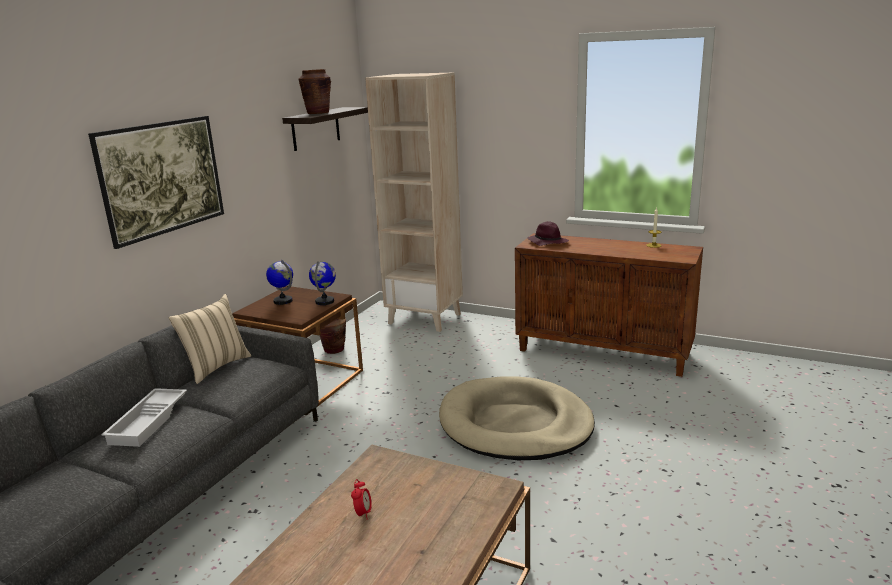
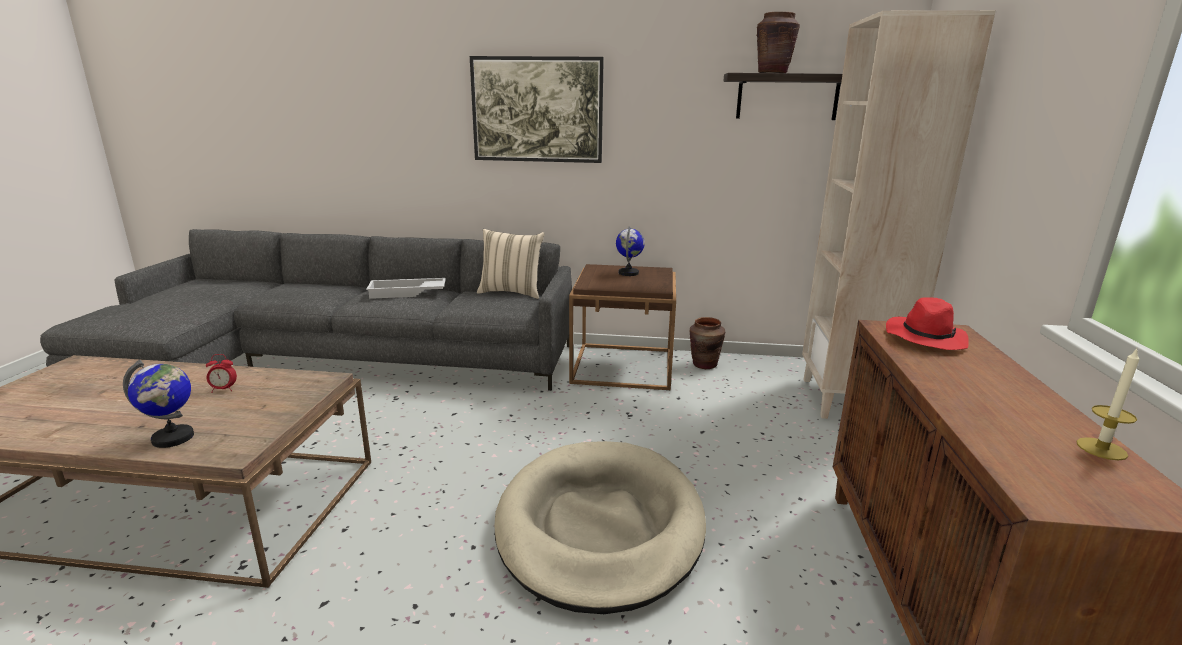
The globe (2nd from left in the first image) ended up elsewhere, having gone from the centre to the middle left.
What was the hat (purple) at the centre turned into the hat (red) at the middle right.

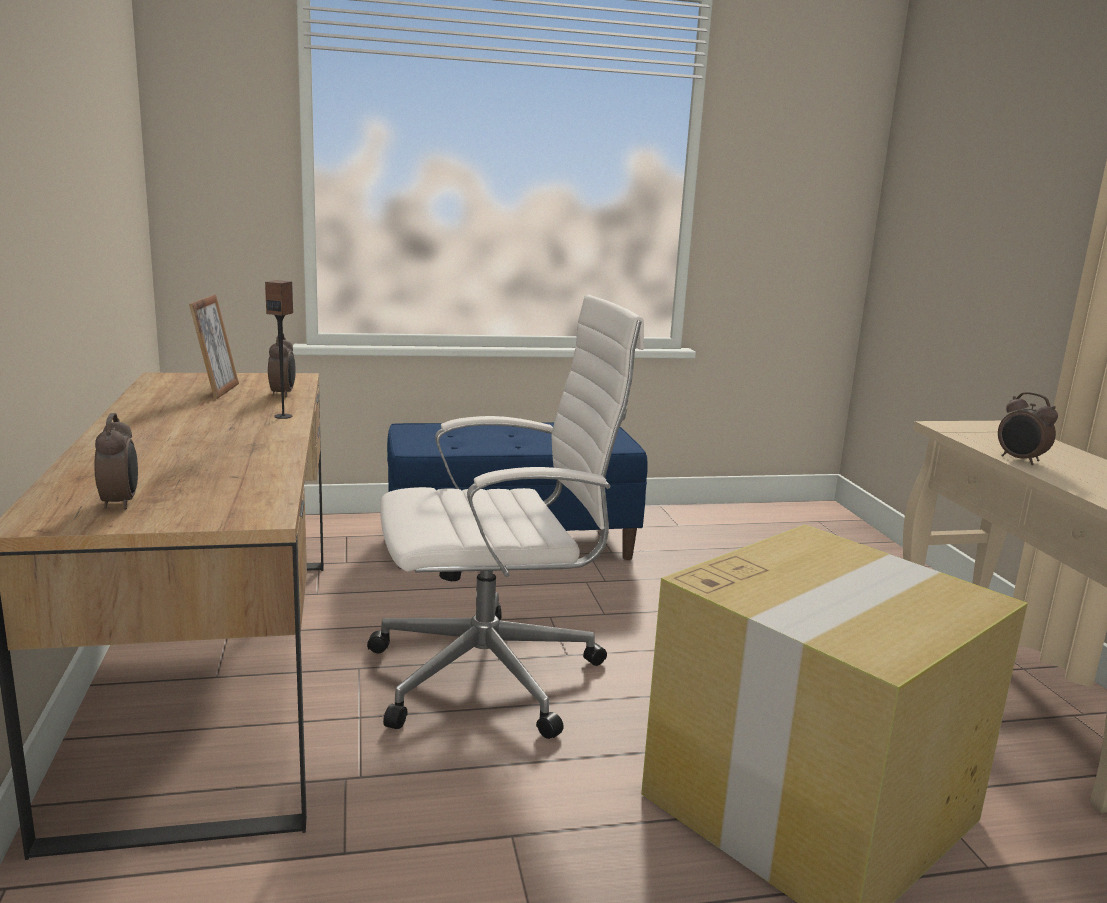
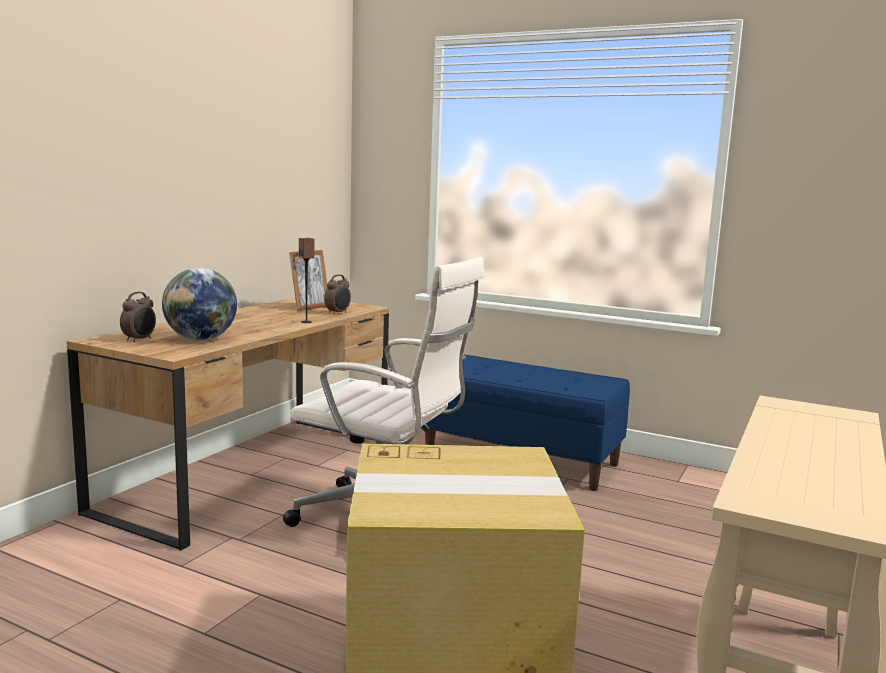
The second view gained the globe at the middle left.
The second view lost the alarm clock (3rd from left) at the middle right.

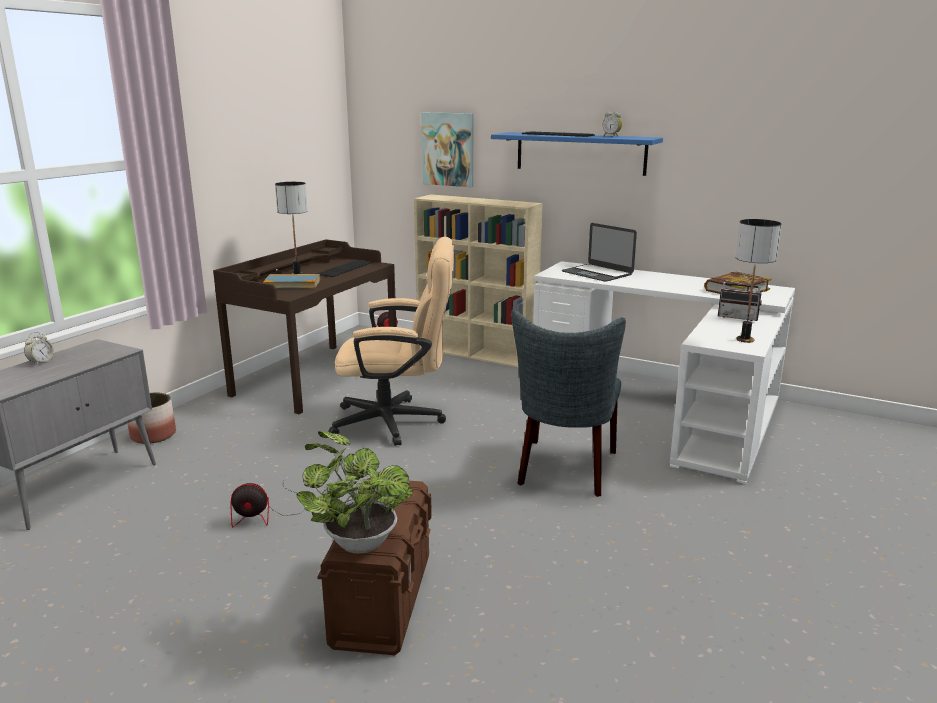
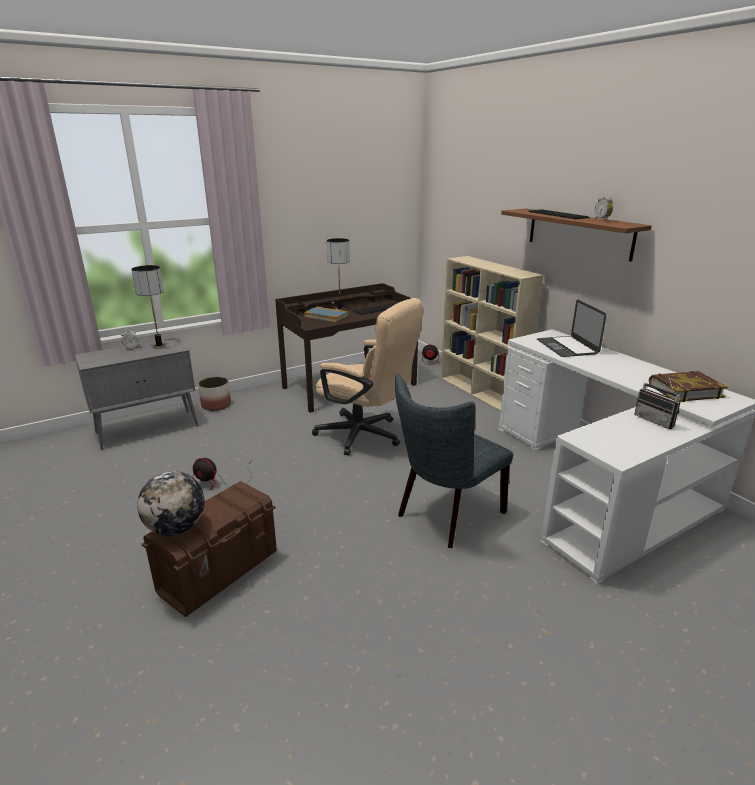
The table lamp (2nd from left in the first image) ended up elsewhere, having gone from the middle right to the middle left.
Where the potted plant stood at the bottom centre, the globe came to stand at the middle left.
What was the shelf (blue) at the top centre turned into the shelf (brown) at the top right.
The second view lost the picture at the top centre.

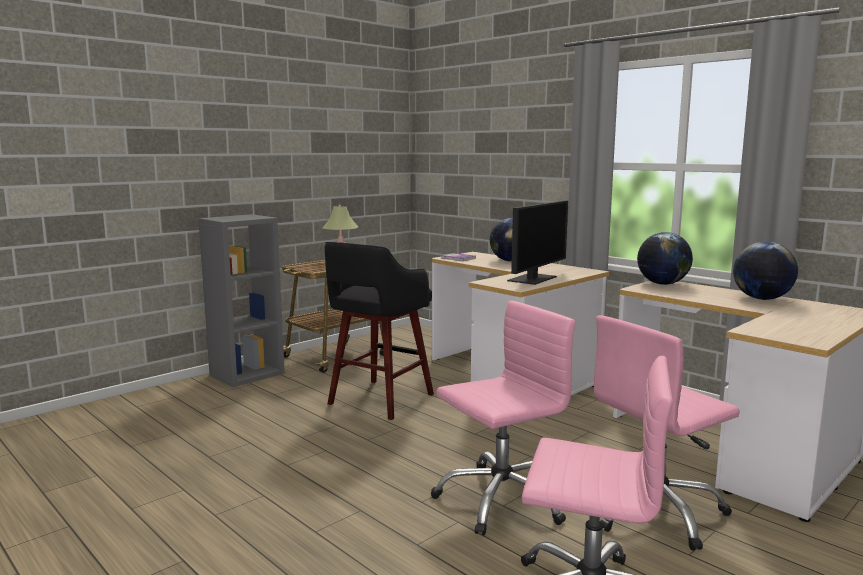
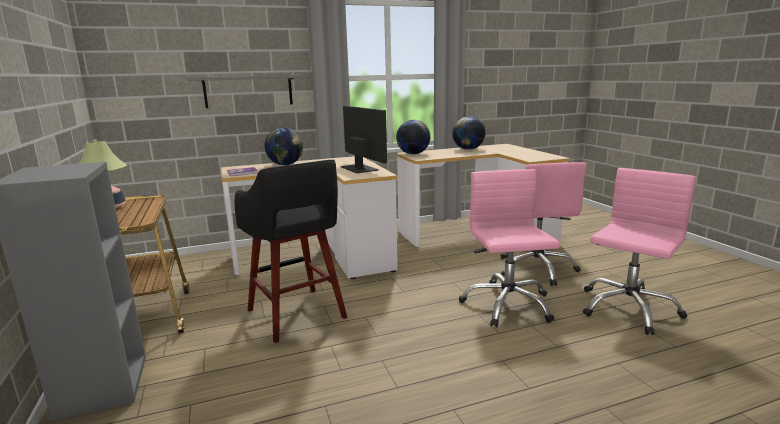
The second view gained the shelf (grey) at the top left.

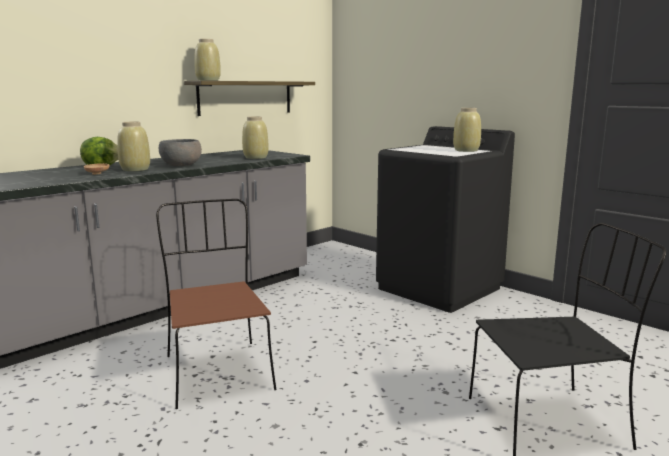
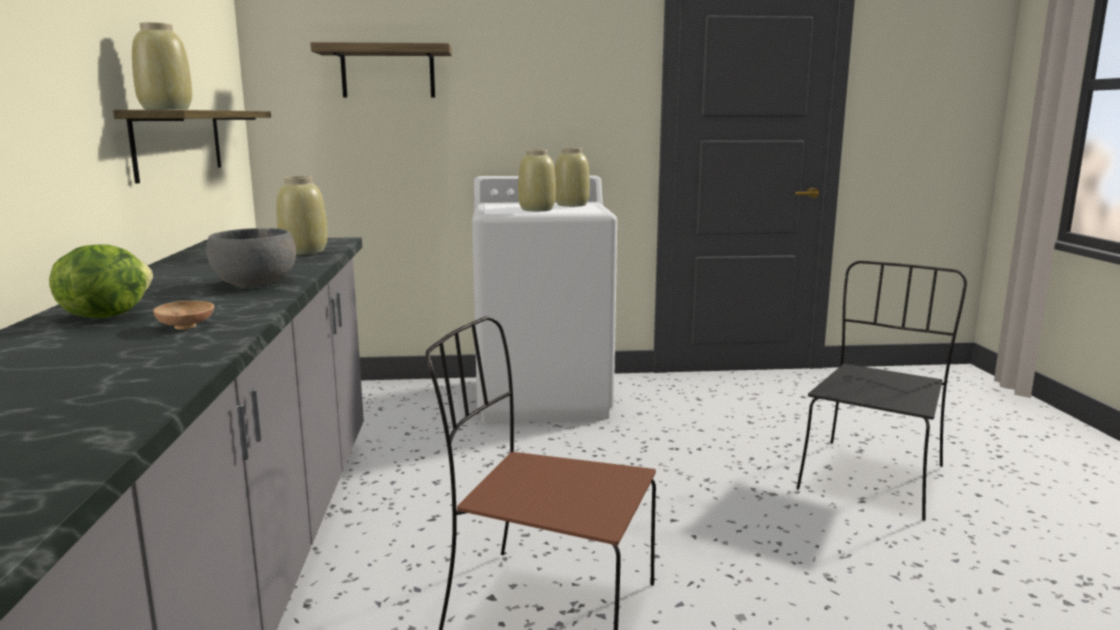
The second view gained the shelf (2nd from left) at the top centre.
What was the washing machine (black) at the centre turned into the washing machine (white) at the centre.
The vase (beige) (1st from left in the first image) ended up elsewhere, having gone from the top left to the top centre.

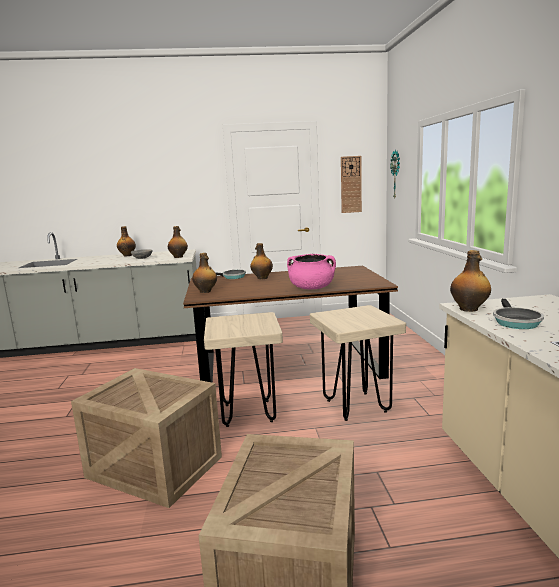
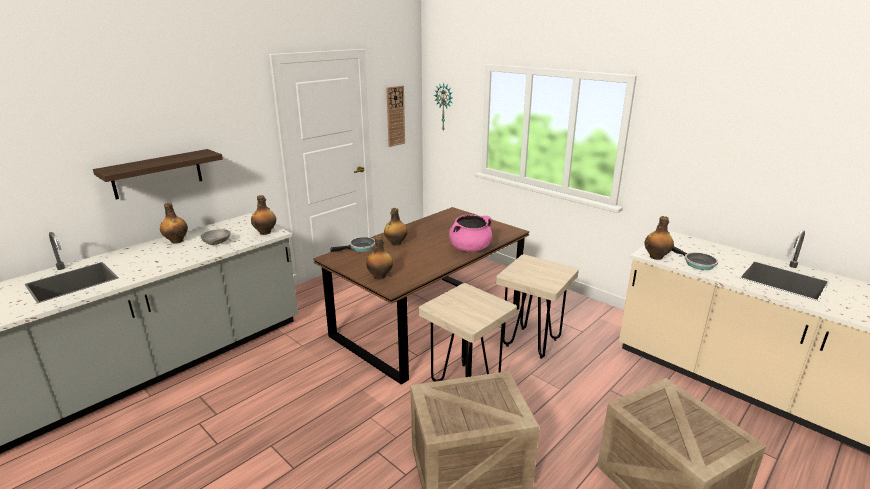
The second view gained the shelf at the middle left.

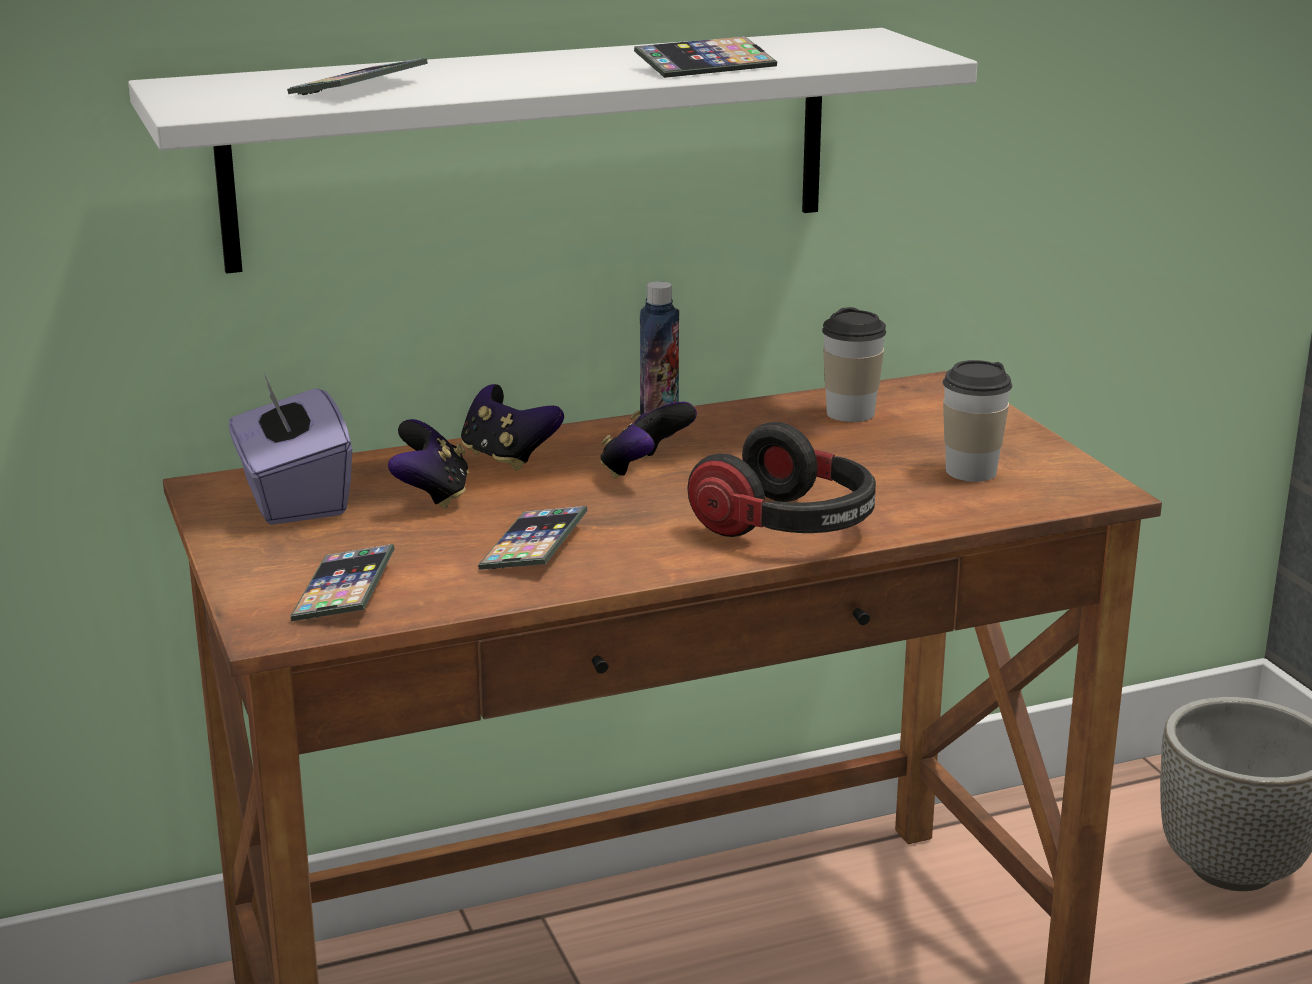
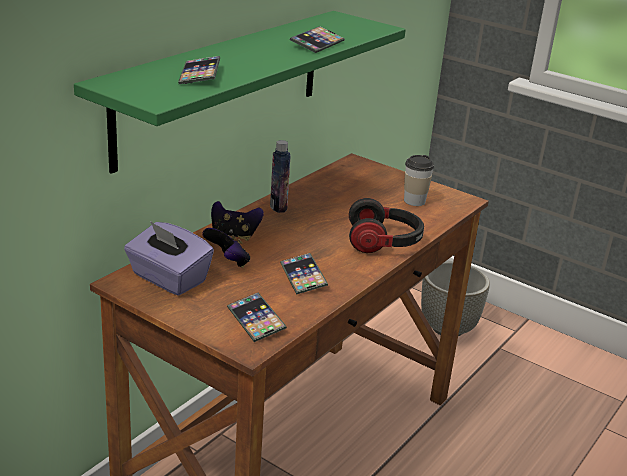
What was the shelf (white) at the top centre turned into the shelf (green) at the top centre.
The second view lost the game controller (3rd from left) at the centre.
The second view lost the cup (1st from left) at the centre.

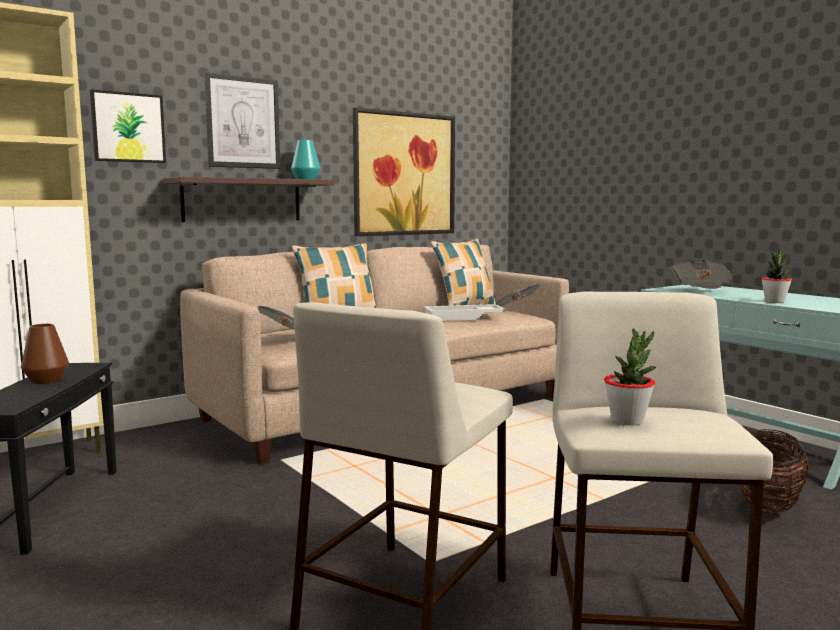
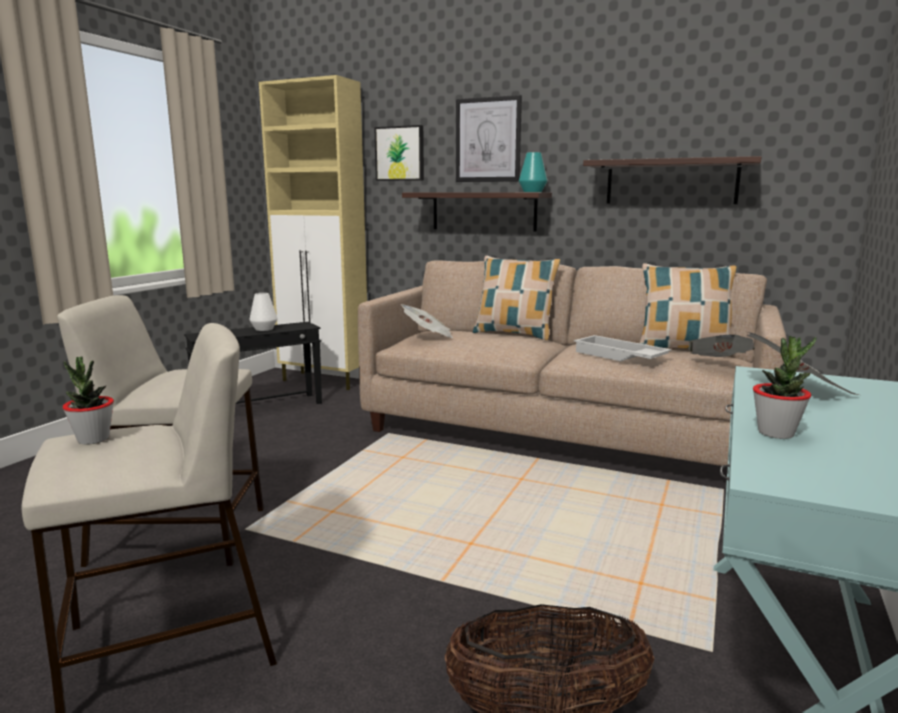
What was the vase (brown) at the middle left turned into the vase (white) at the middle left.
Where the picture (3rd from left) hung at the top centre, the shelf (2nd from left) came to hang at the top right.

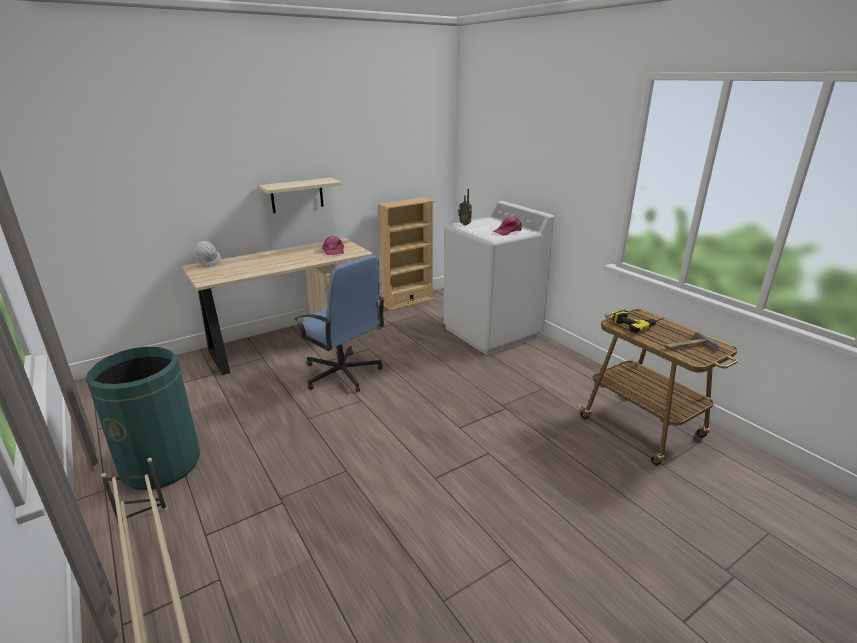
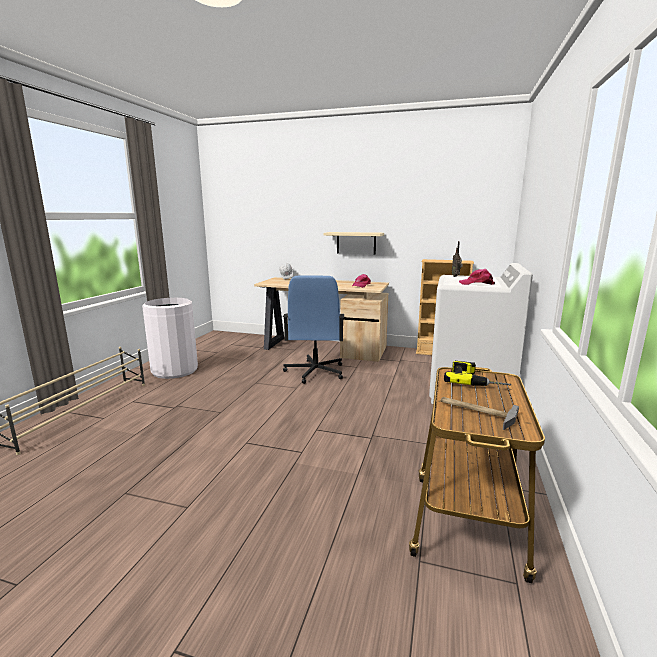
What was the trash can (green) at the middle left turned into the trash can (white) at the middle left.

